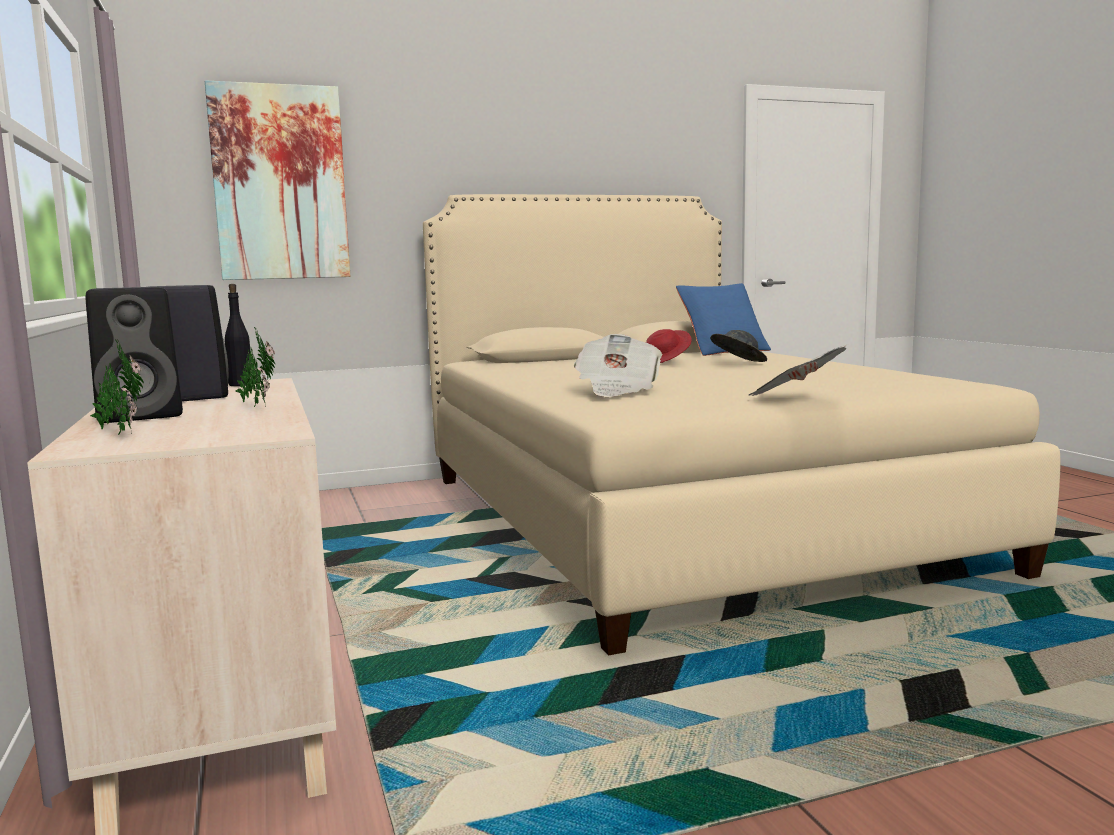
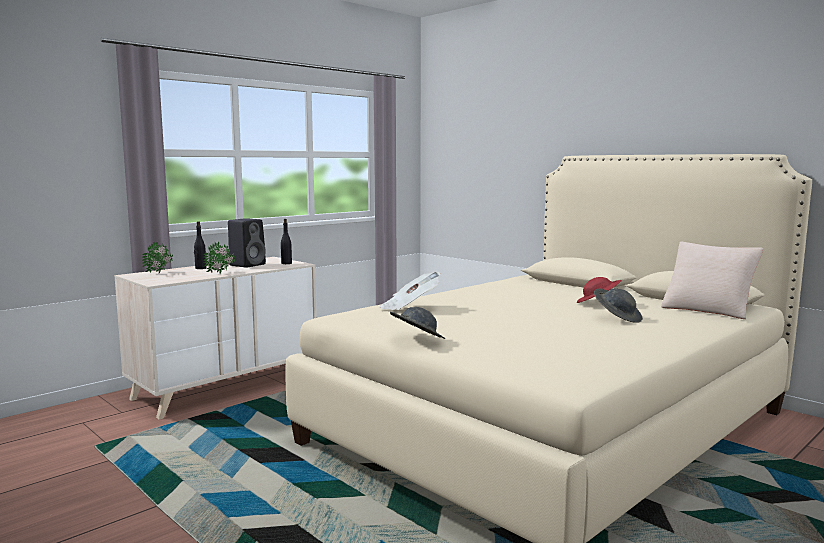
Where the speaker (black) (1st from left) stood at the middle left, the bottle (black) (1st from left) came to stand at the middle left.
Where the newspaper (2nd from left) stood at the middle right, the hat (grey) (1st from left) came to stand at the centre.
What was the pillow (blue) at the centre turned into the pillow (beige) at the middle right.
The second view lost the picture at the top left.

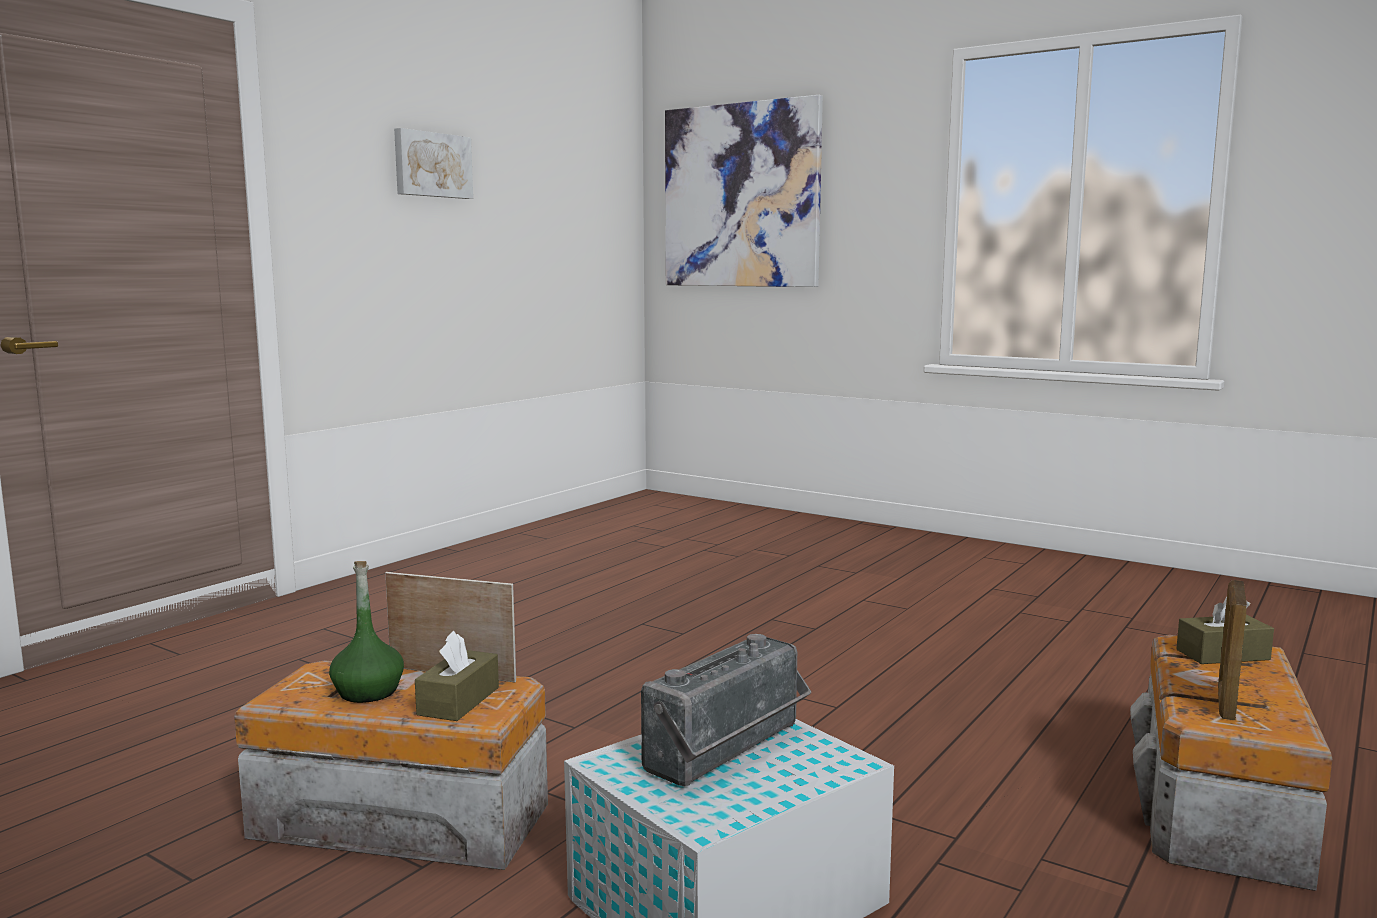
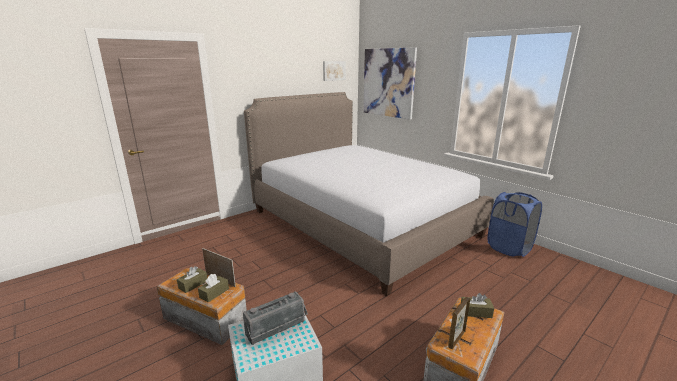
Where the bottle (green) stood at the bottom left, the tissue box (brown) (1st from left) came to stand at the bottom left.
The second view gained the bed at the centre.
The picture (1st from left) ended up elsewhere, having gone from the top left to the top centre.
The second view gained the laundry basket (blue) at the middle right.

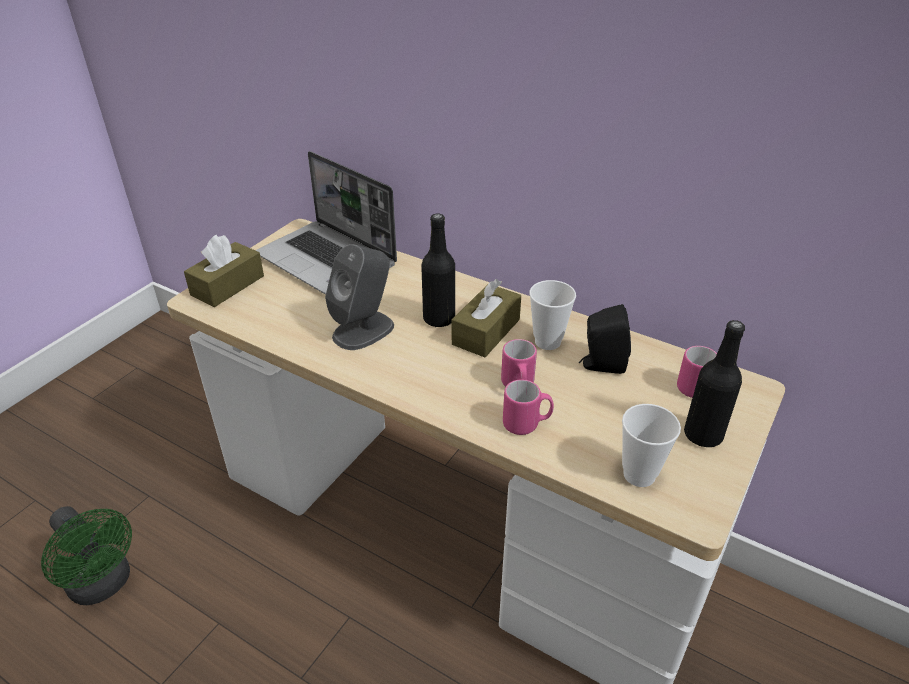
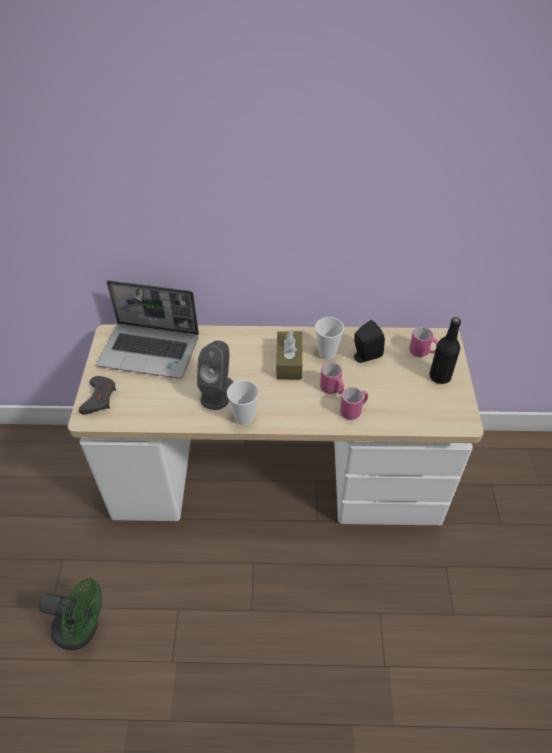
Where the tissue box (brown) (1st from left) stood at the middle left, the game controller (grey) came to stand at the middle left.
The cup (2nd from left in the first image) ended up elsewhere, having gone from the middle right to the centre.
The second view lost the bottle (black) (1st from left) at the centre.

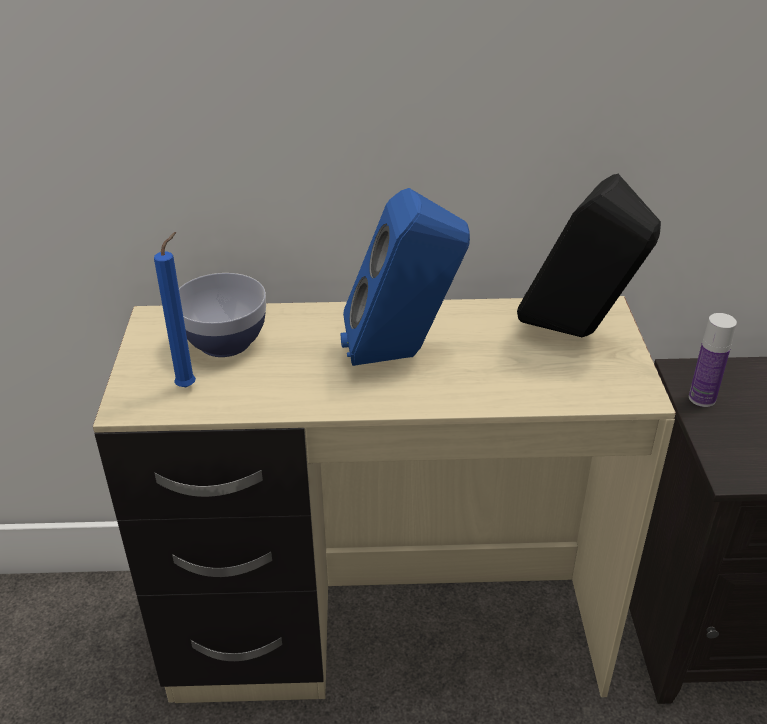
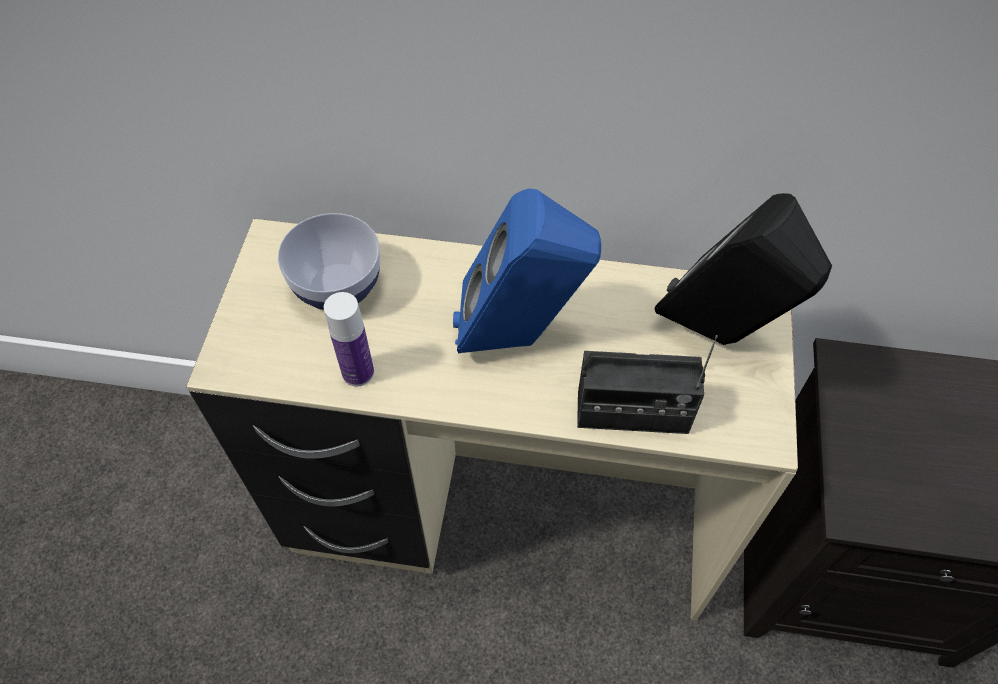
The bottle ended up elsewhere, having gone from the middle right to the centre.
The second view gained the radio at the centre.
The second view lost the candle (blue) at the middle left.

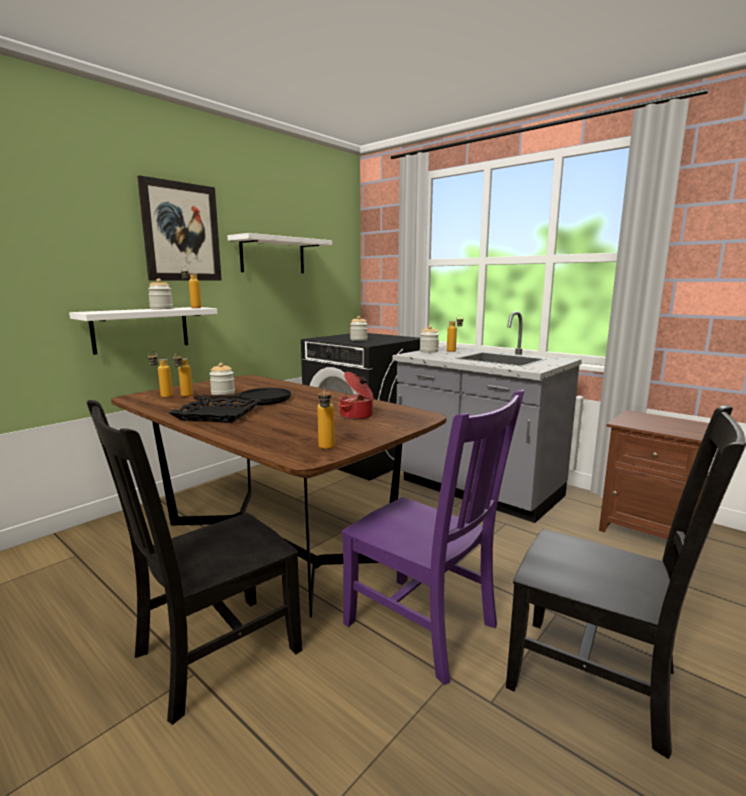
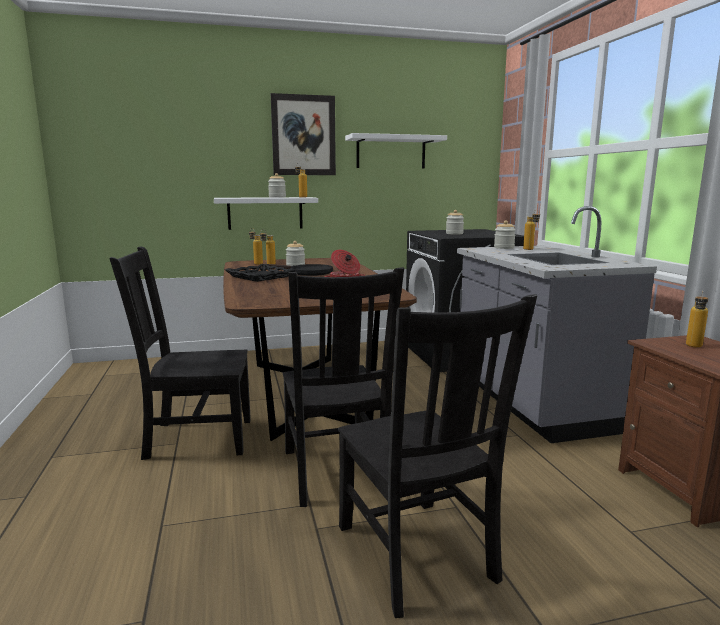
What was the chair (purple) at the bottom centre turned into the chair (black) (2nd from left) at the centre.
The bottle (4th from left in the first image) ended up elsewhere, having gone from the centre to the middle right.

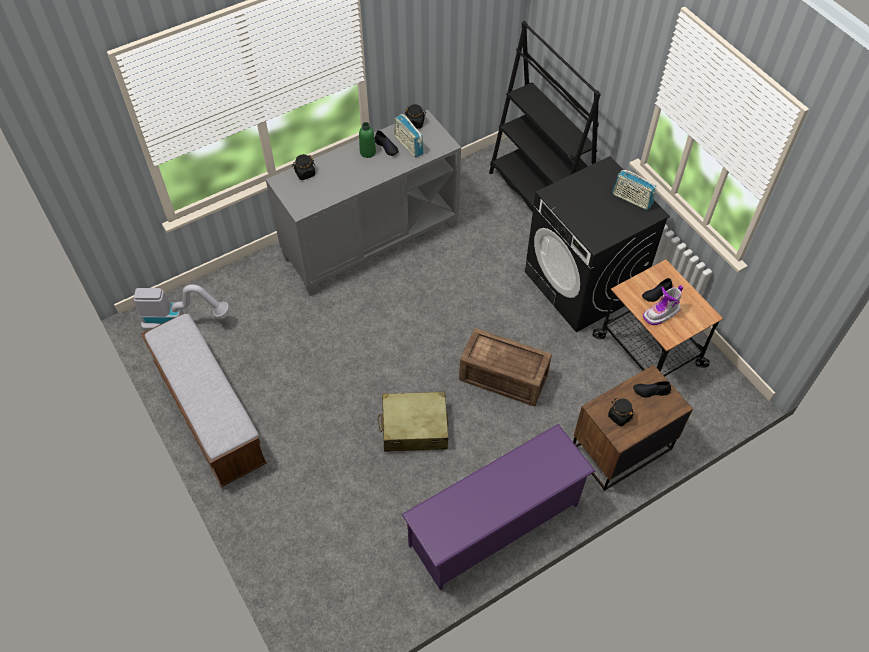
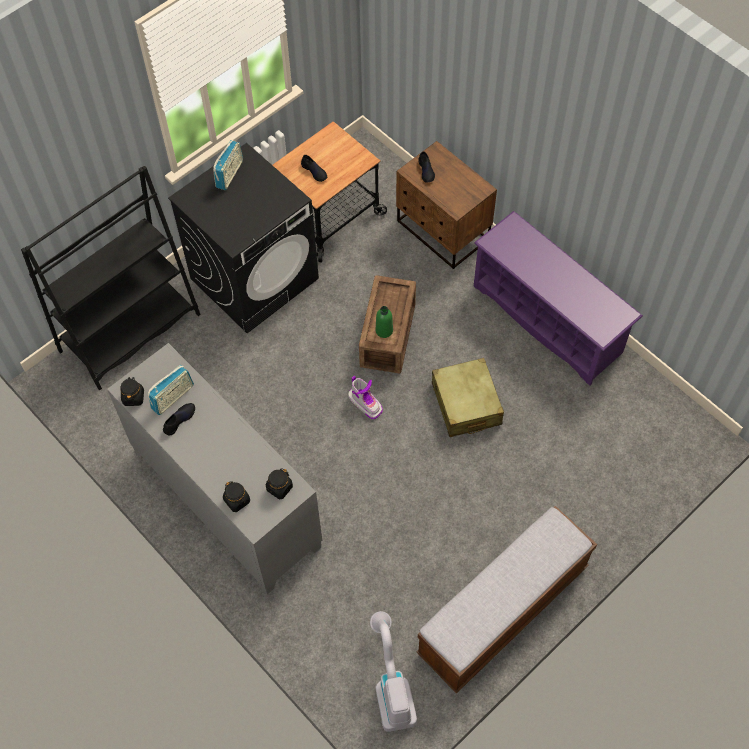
The jar (black) (3rd from left) ended up elsewhere, having gone from the middle right to the centre.
The boot ended up elsewhere, having gone from the middle right to the centre.
The bottle (green) ended up elsewhere, having gone from the top centre to the centre.

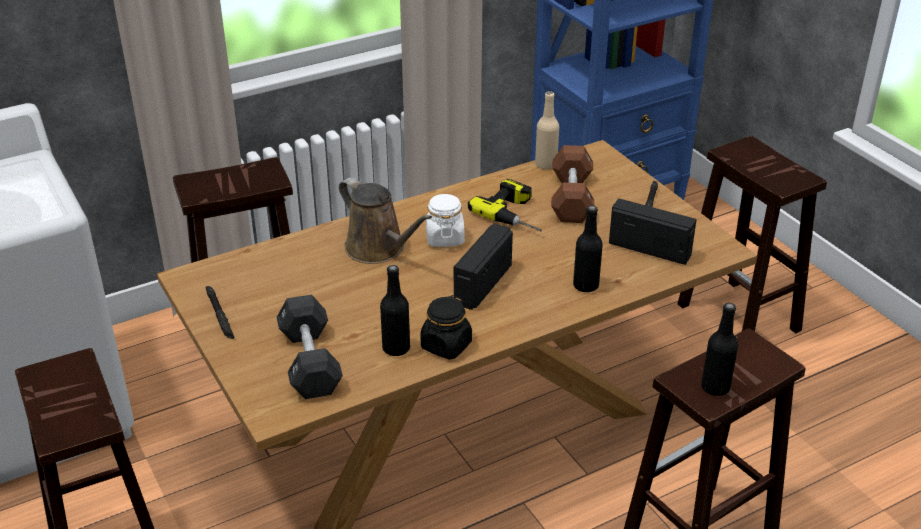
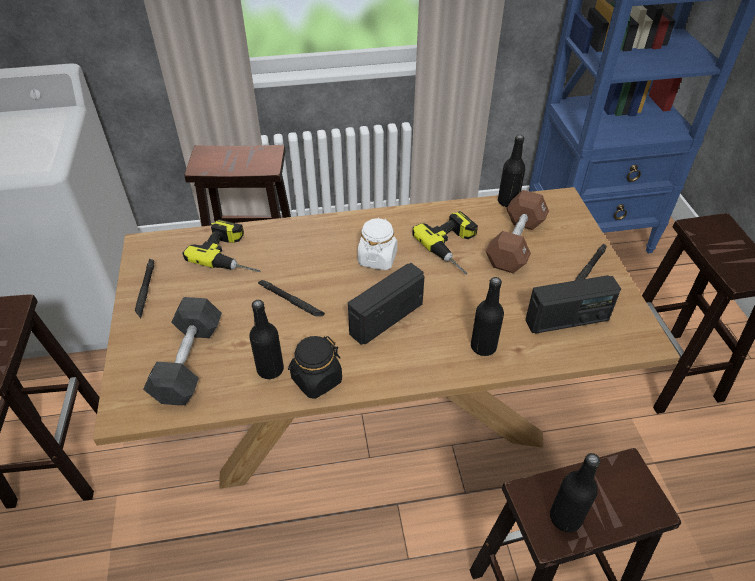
The second view gained the power drill (1st from left) at the middle left.
The second view gained the flashlight (black) (2nd from left) at the centre.
What was the bottle (beige) at the top centre turned into the bottle (black) (3rd from left) at the top right.
The radio (2nd from left) at the middle right ended up facing another way, 120 degrees clockwise from before.
The second view lost the watering can (brown) at the centre.

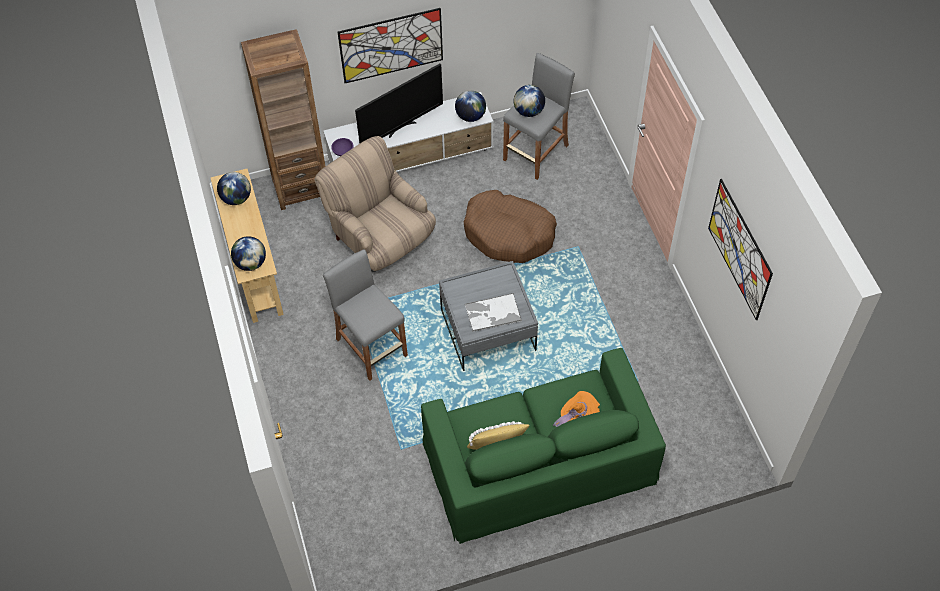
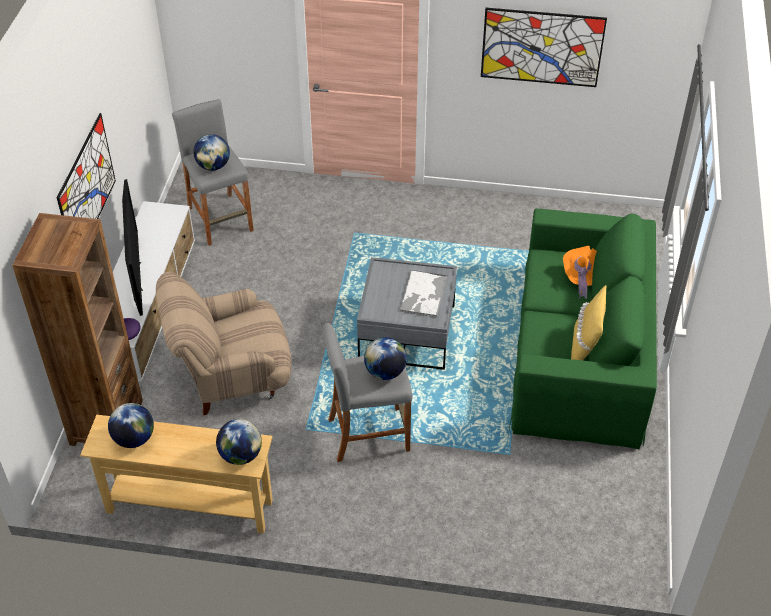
The globe (3rd from left in the first image) ended up elsewhere, having gone from the top centre to the centre.
The second view lost the dog bed (brown) at the centre.

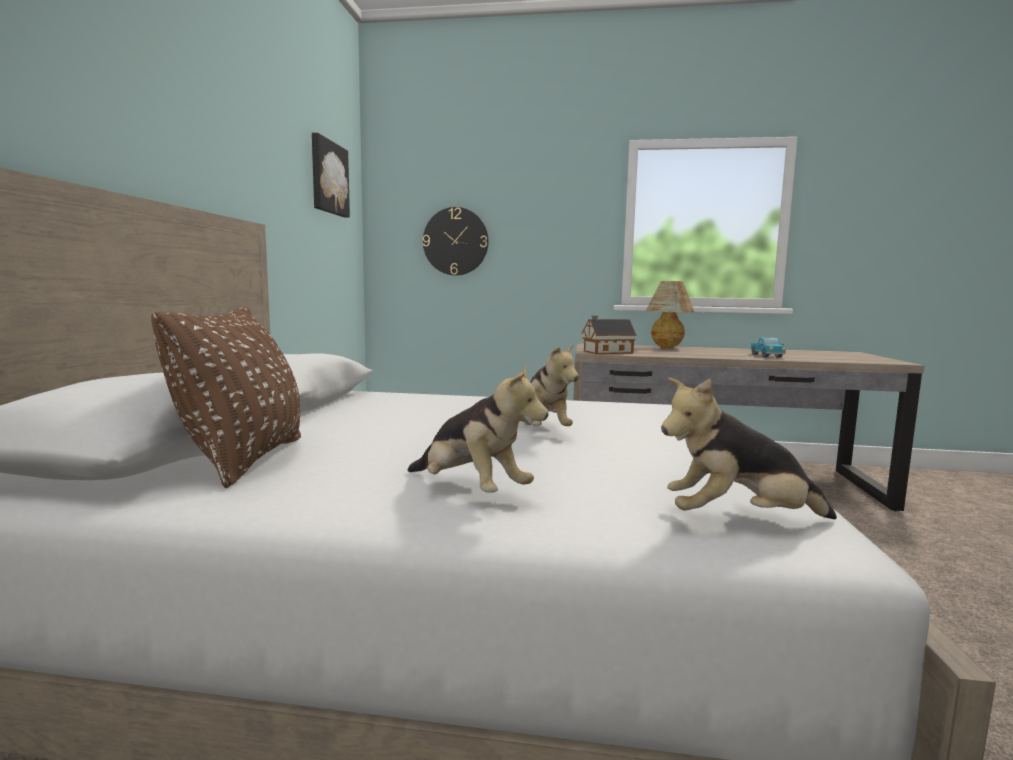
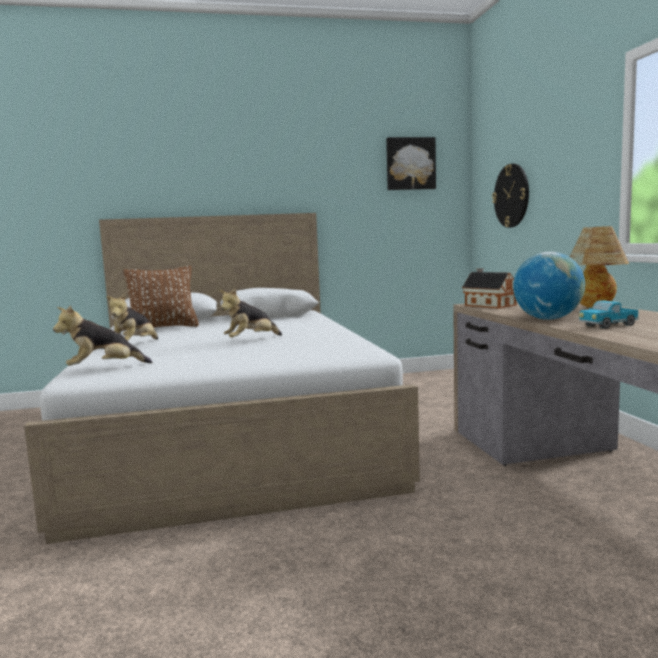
The plush toy (3rd from left in the first image) at the middle right ended up facing another way, 90 degrees counterclockwise from before.
The second view gained the globe at the middle right.

